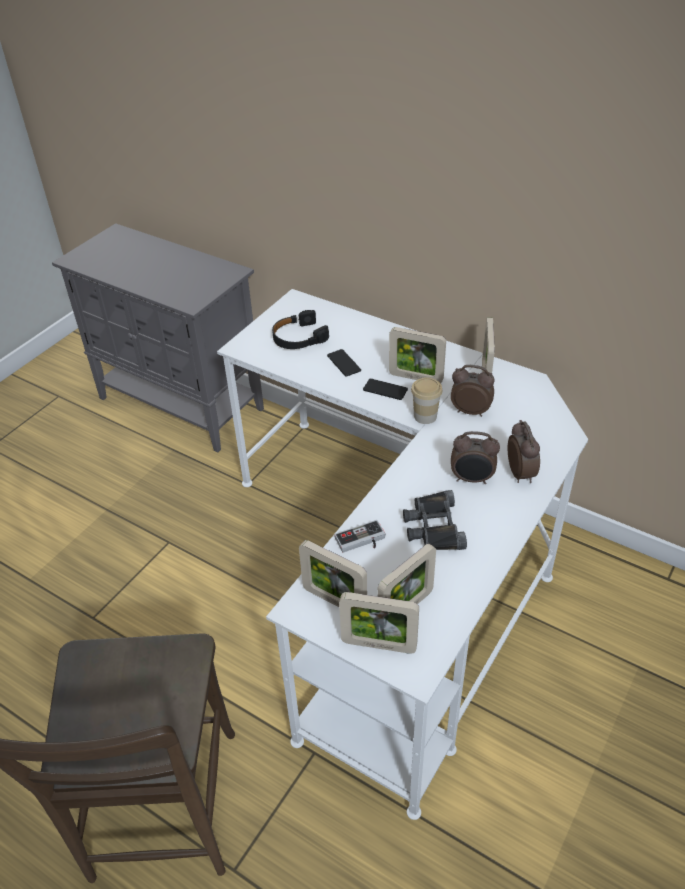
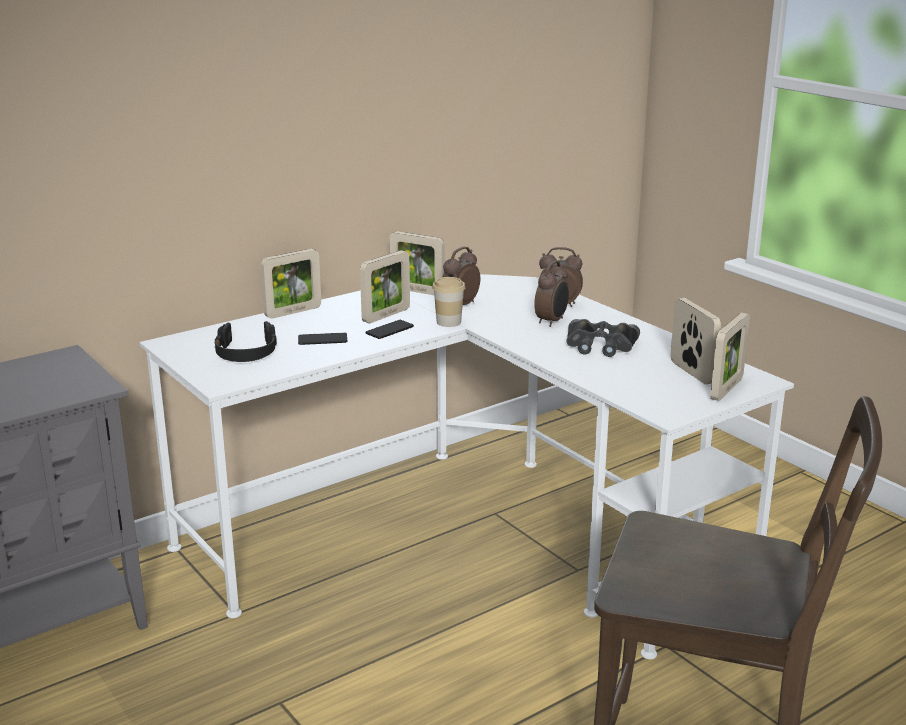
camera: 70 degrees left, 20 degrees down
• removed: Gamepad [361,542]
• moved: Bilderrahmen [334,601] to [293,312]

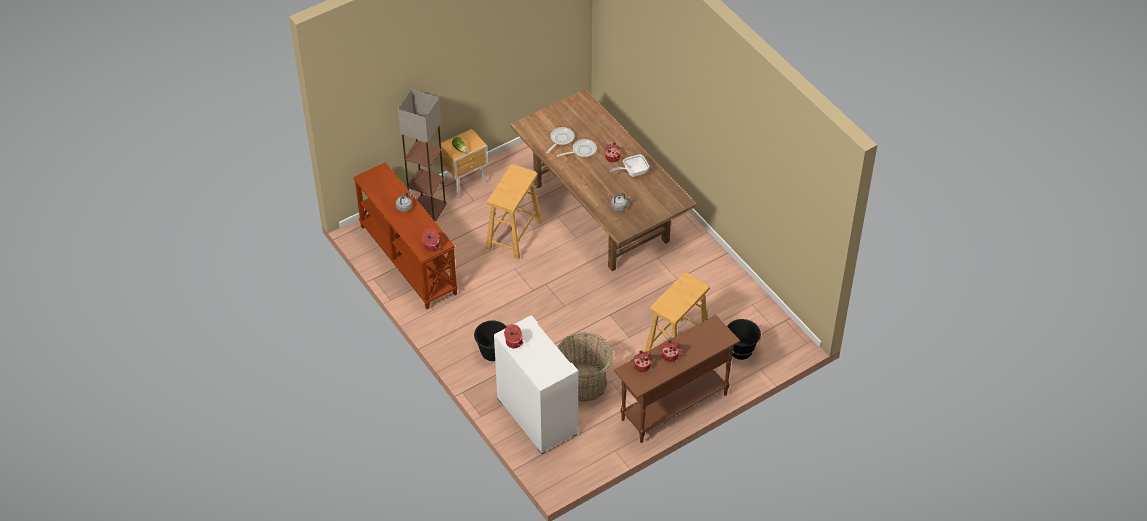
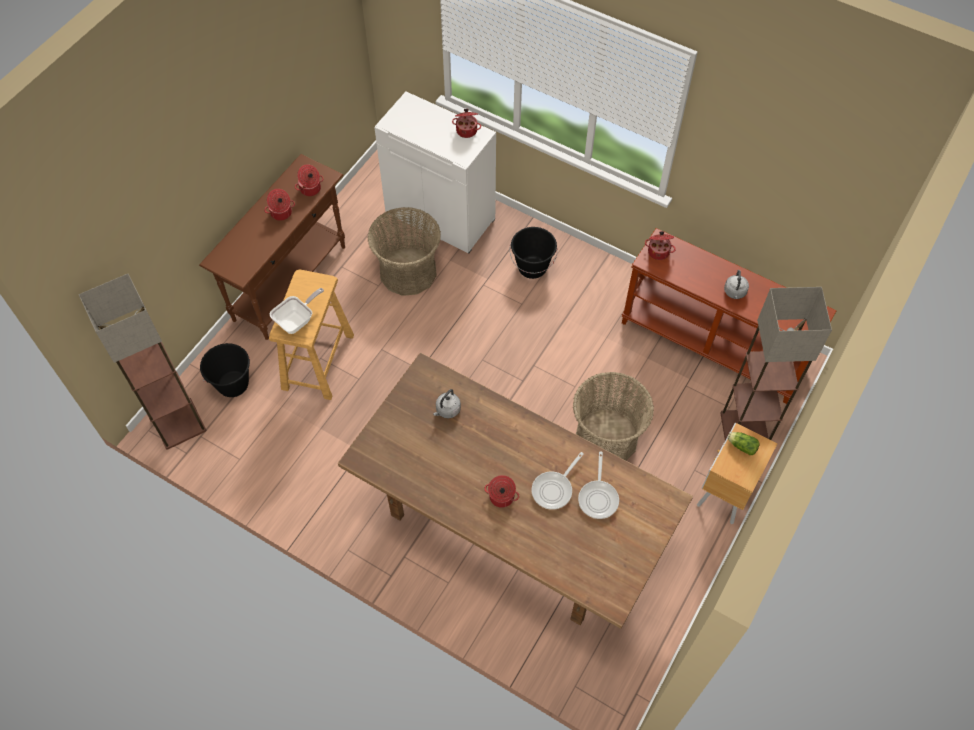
camera: 155 degrees right, 10 degrees up
• added: Stehlampe [178,425]
• moved: Pfanne [632,172] to [297,320]
• replaced: Hocker (beige) [514,234] to Korb [606,437]

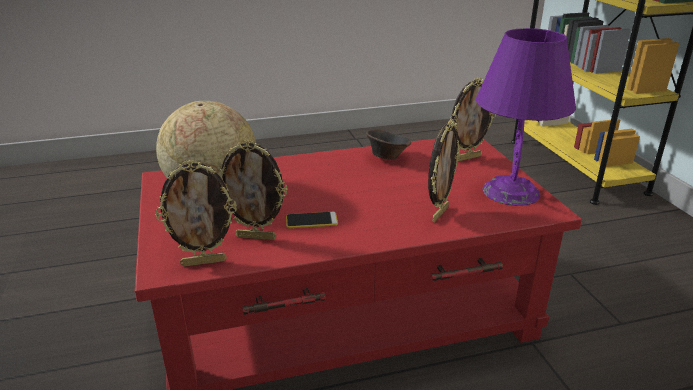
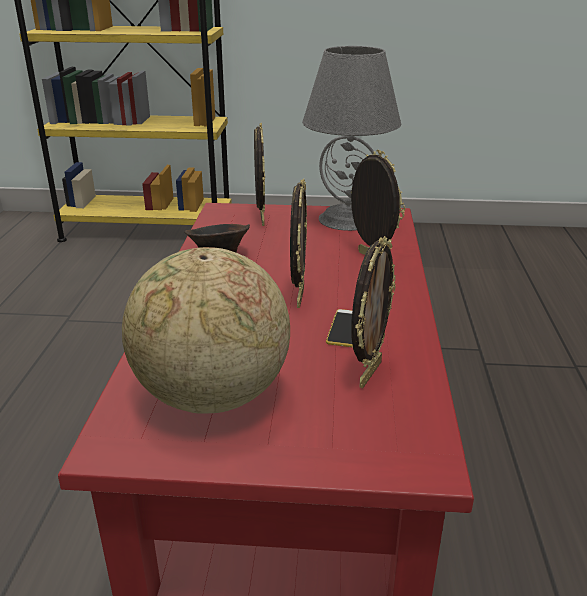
camera: 70 degrees left, 0 degrees up
• moved: Bilderrahmen [204,262] to [298,297]
• recoloured: Tischlampe (lila) [510,191] to Tischlampe (grau) [346,219]

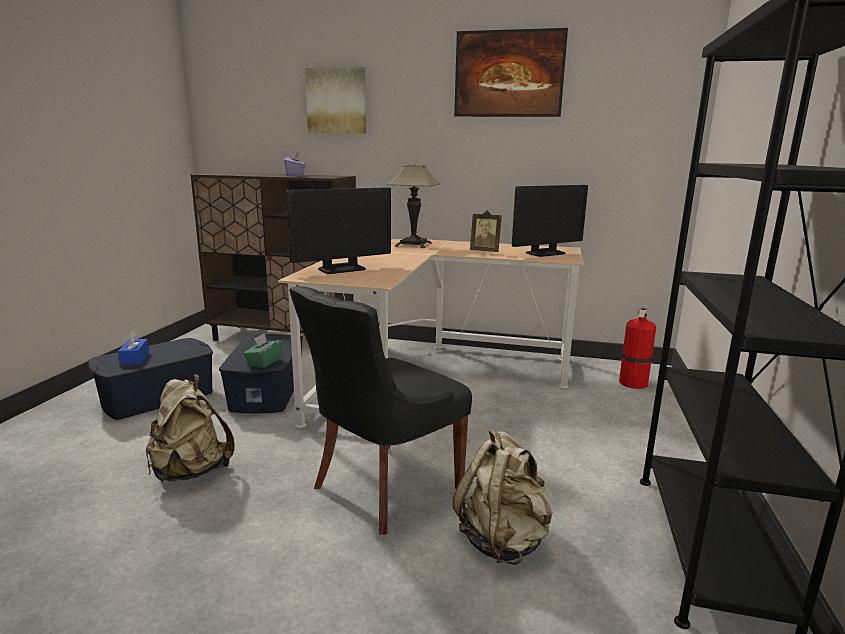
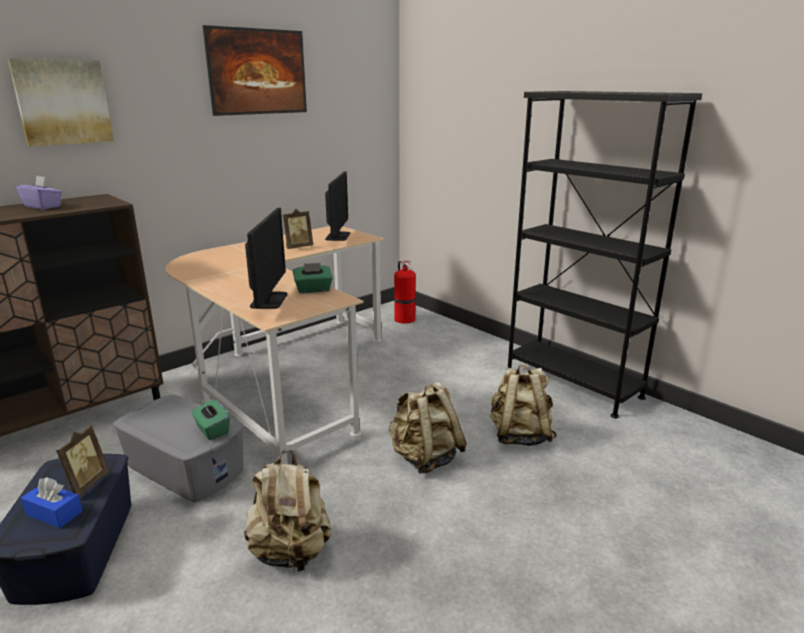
camera: 55 degrees left, 5 degrees up
• removed: Tischlampe [413,245]
• added: Bilderrahmen [85,484]
• added: Taschentuchbox (grün) [313,290]
• replaced: Stuhl (schwarz) [383,488] to Rucksack (beige) [425,458]
• recoloured: Aufbewahrungsbox (blau) [268,391] to Aufbewahrungsbox (grau) [185,467]

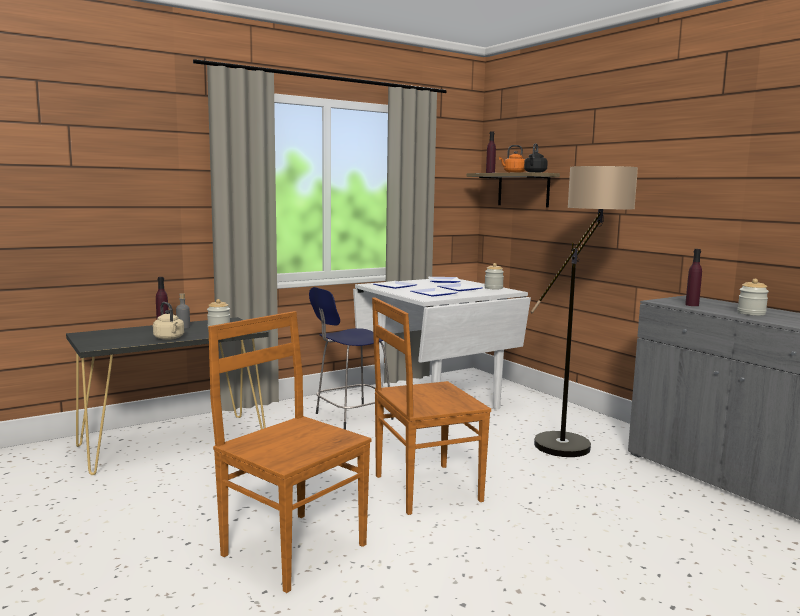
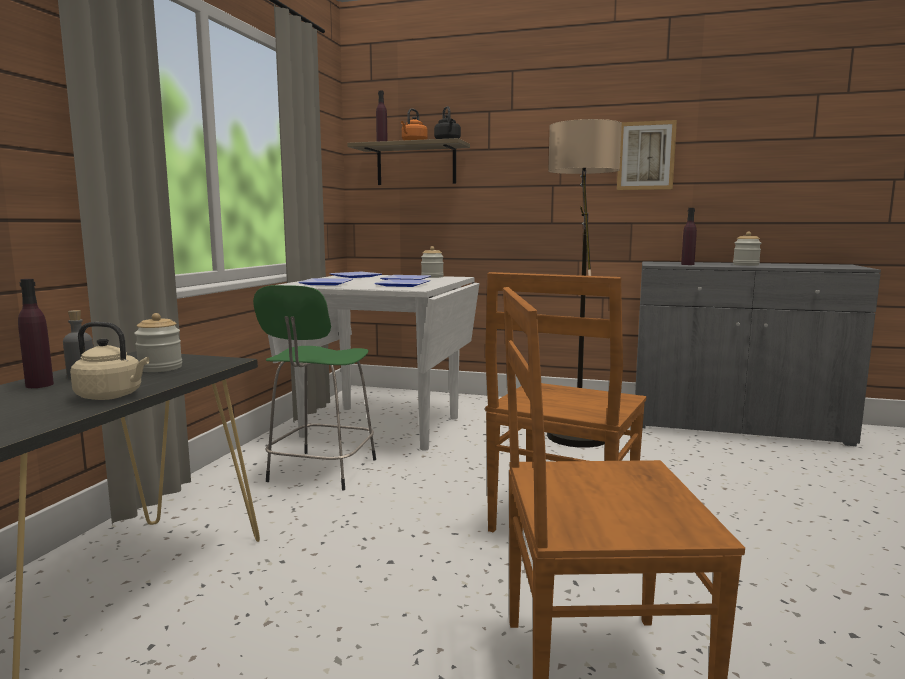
camera: 40 degrees left, 0 degrees up
• added: Bild [646,156]
• recoloured: Hocker (blau) [351,417] to Hocker (grün) [321,472]

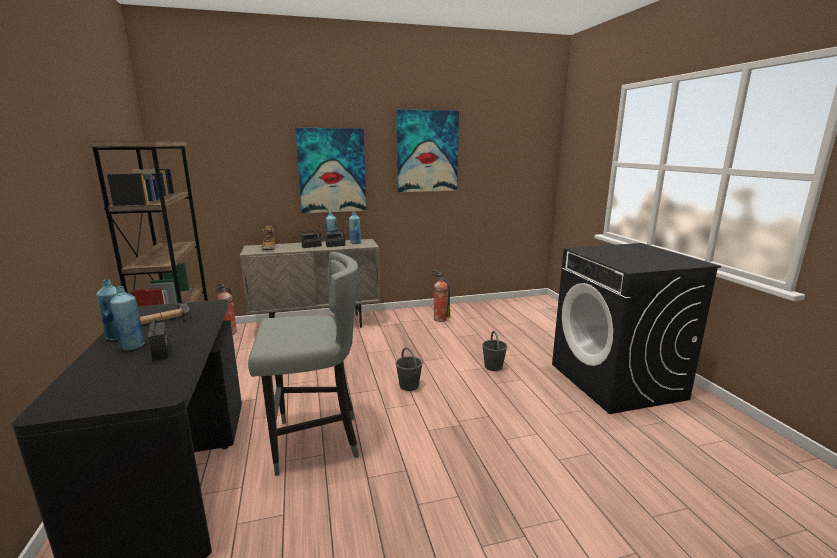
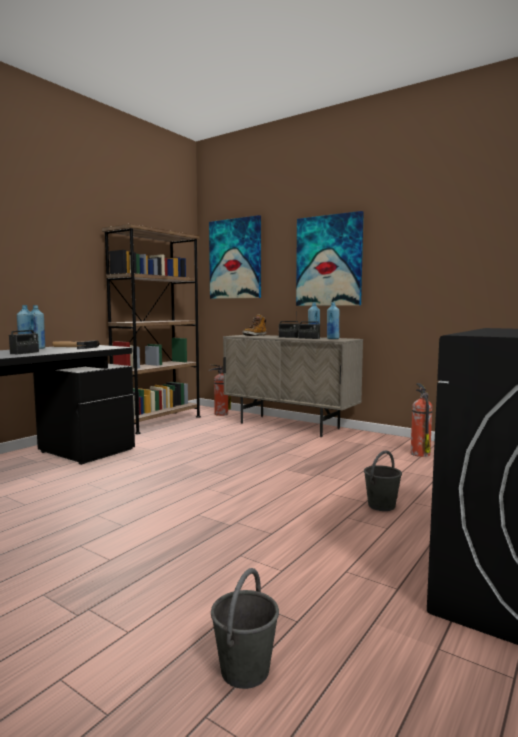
camera: 50 degrees right, 10 degrees down
• removed: Hocker (grau) [315,442]
• moved: Bild [427,151] to [235,259]
• moved: Eimer (grau) [409,386] to [244,671]

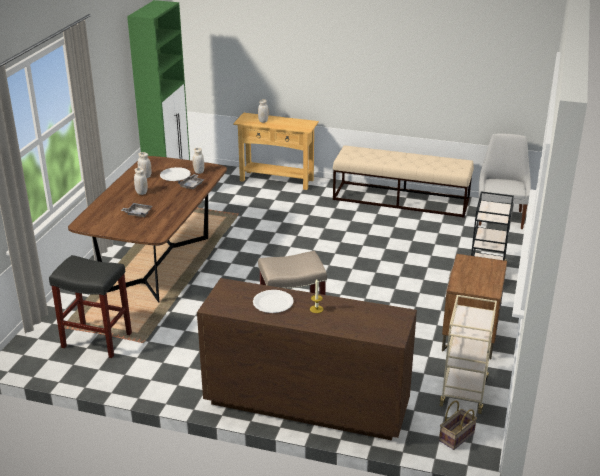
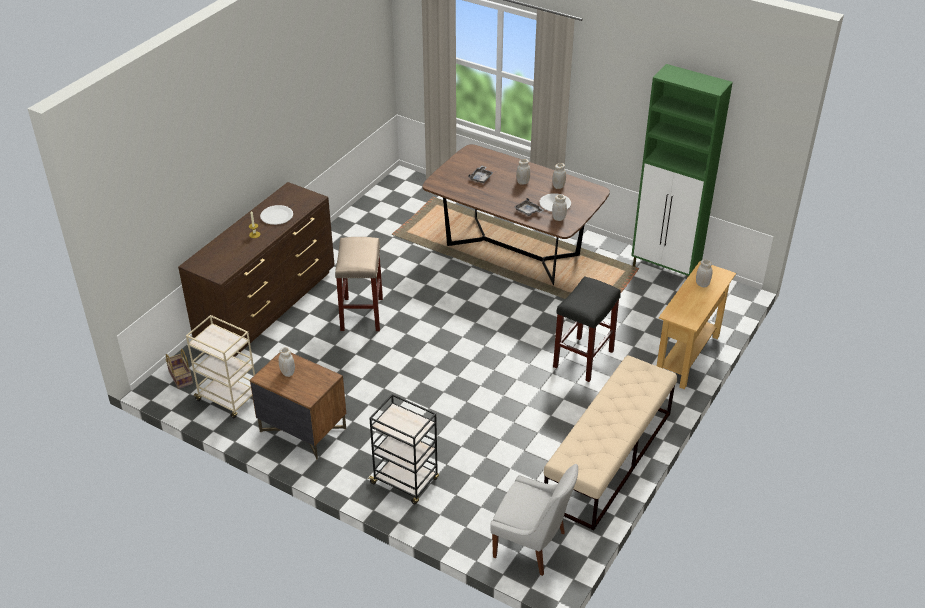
camera: 105 degrees right, 10 degrees up
• added: Vorratsglas (weiß) [287,373]
• moved: Hocker (schwarz) [96,340] to [583,358]

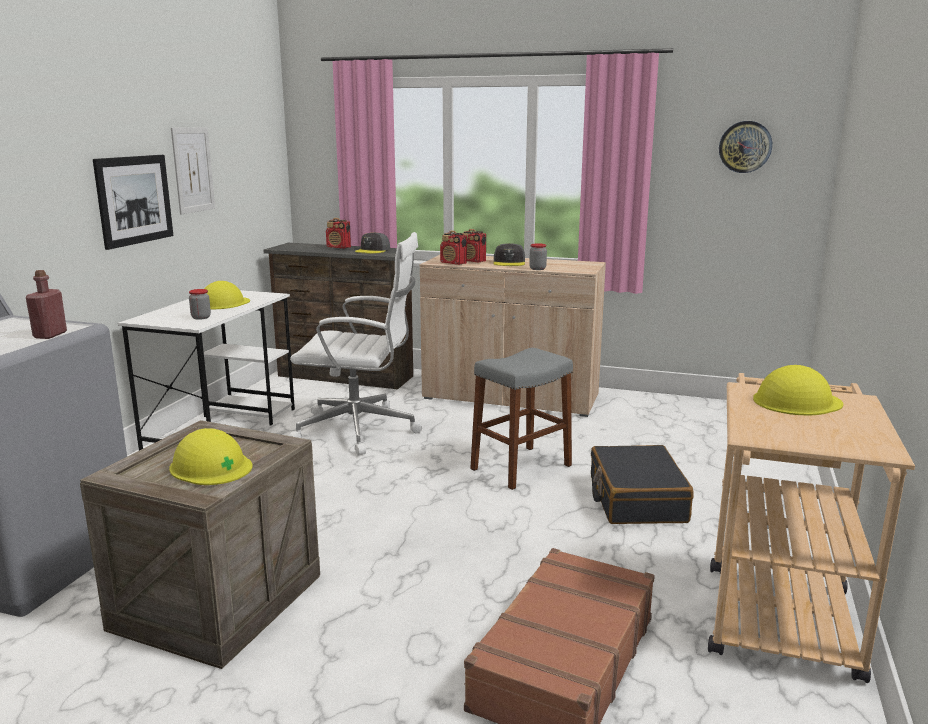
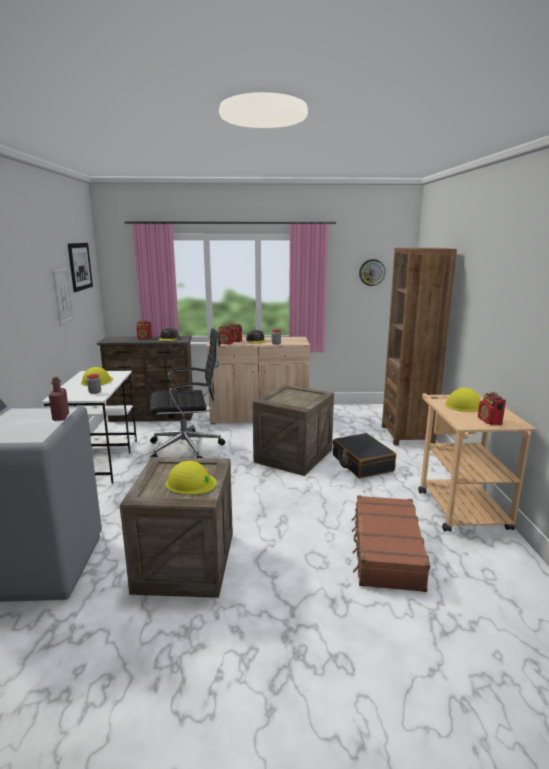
camera: 20 degrees left, 0 degrees up
• added: Bücherregal (braun) [407,435]
• added: Radio [489,421]
• moved: Bild [134,200] to [80,266]
• replaced: Hocker (grau) [521,467] to Kiste [293,455]
• recoloured: Bürostuhl (weiß) [360,430] to Bürostuhl (schwarz) [188,448]

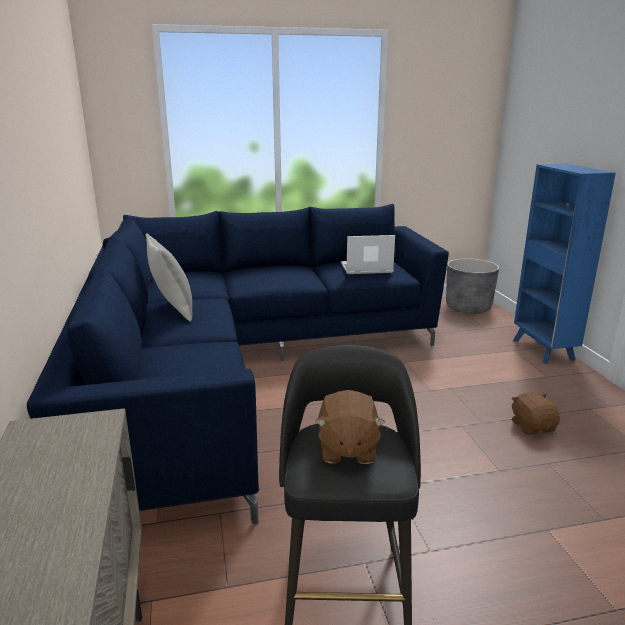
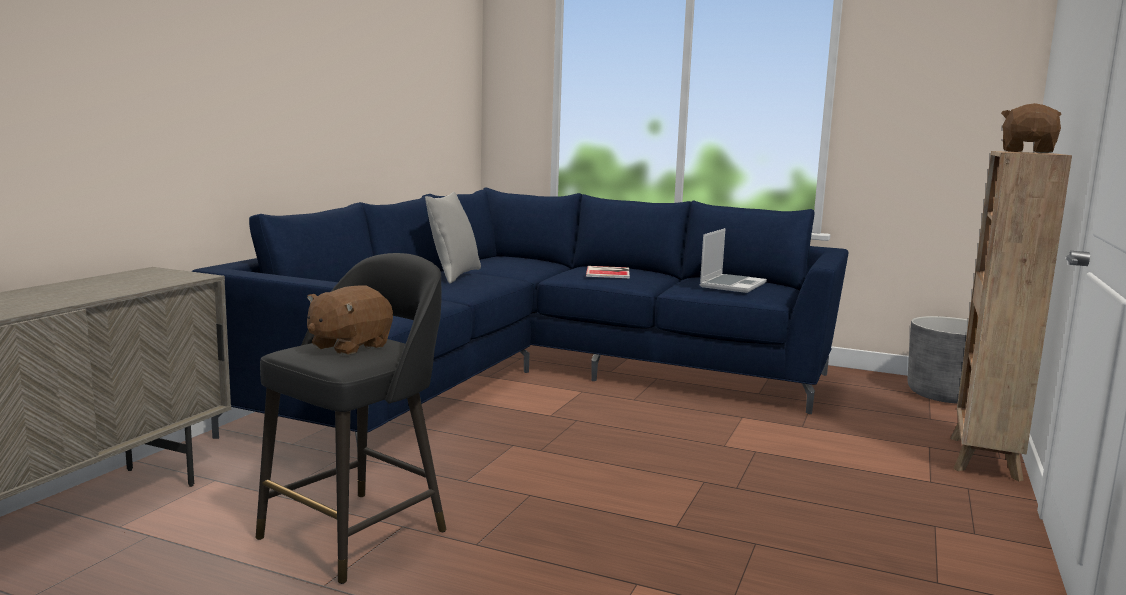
camera: 35 degrees right, 10 degrees down
• added: Buch [609,272]
• moved: Plüschtier (braun) [532,426] to [1028,152]
• recoloured: Bücherregal (blau) [543,350] to Bücherregal (braun) [984,459]
• turned: Laptop [365,269] = [732,285] 90 degrees clockwise

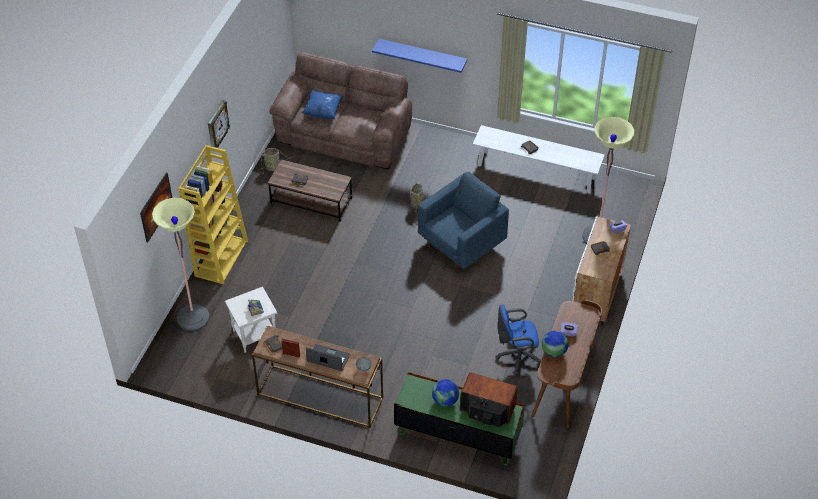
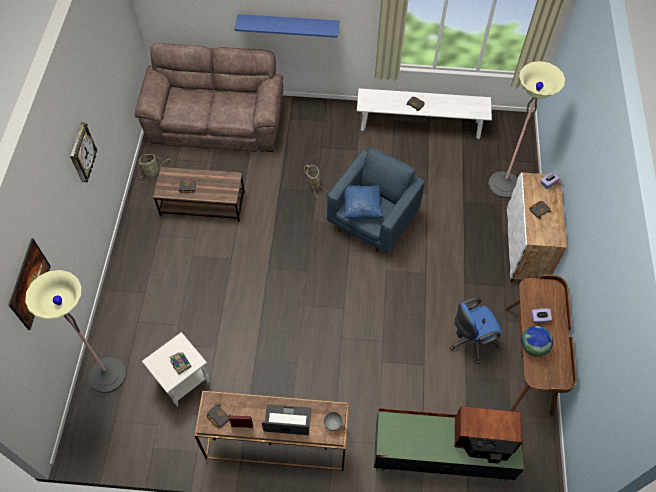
camera: 15 degrees left, 10 degrees up
• removed: Bücherregal (gelb) [221,258]
• removed: Globus [445,400]
• moved: Kissen (blau) [323,111] to [361,207]

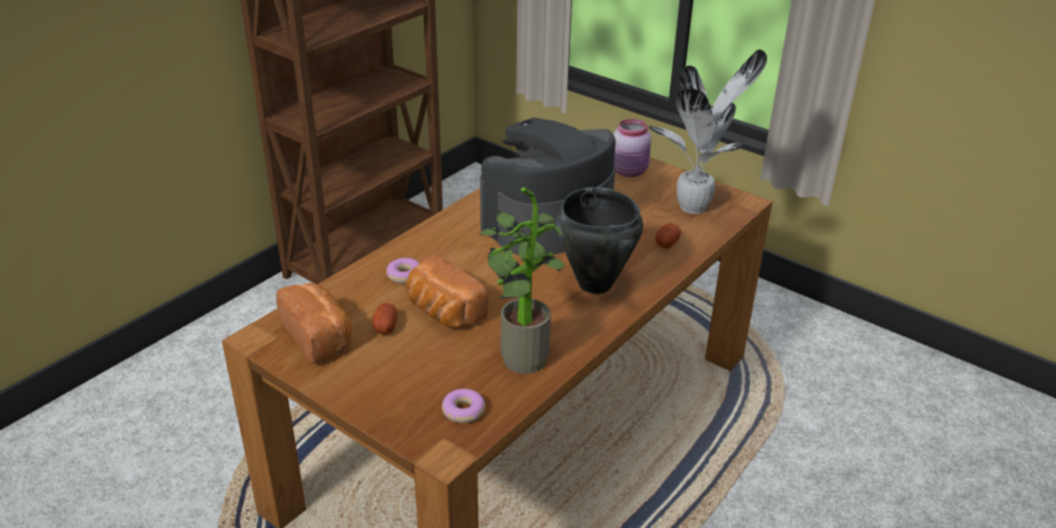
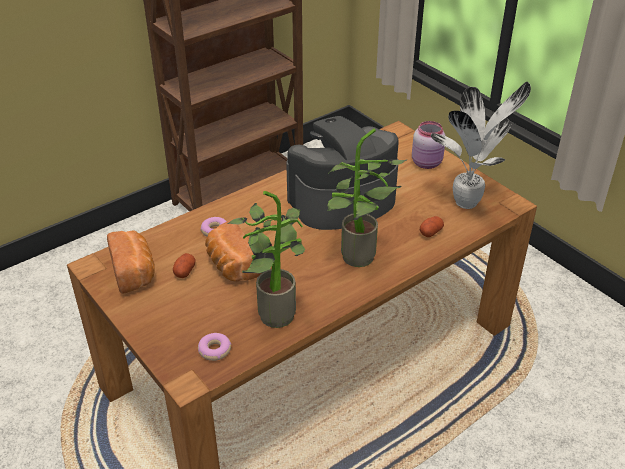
camera: 15 degrees right, 5 degrees up
• replaced: Kochtopf (schwarz) [594,284] to Topfpflanze [357,260]

